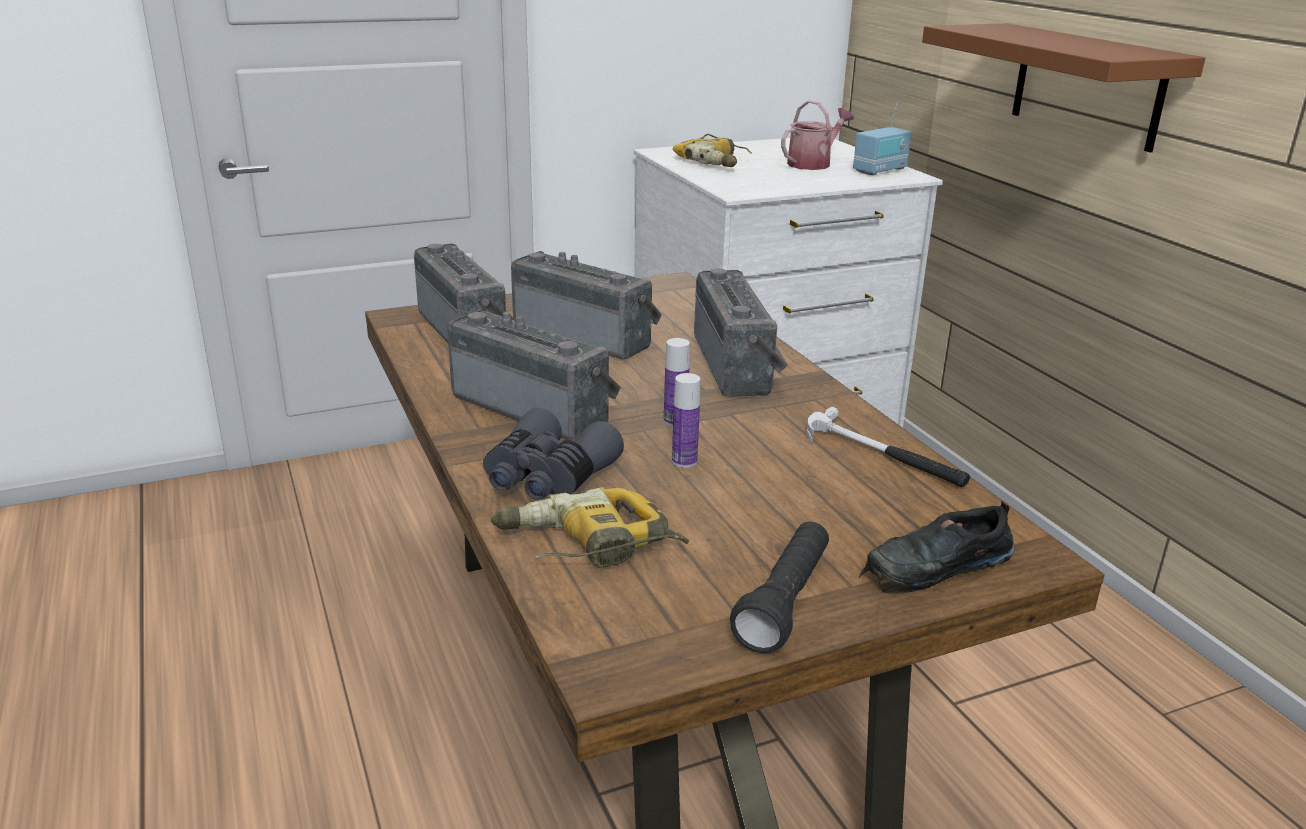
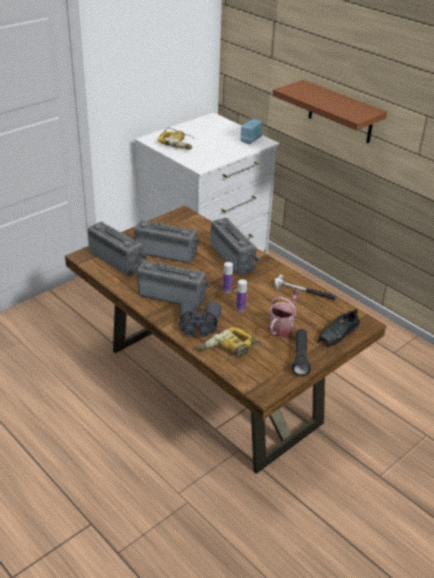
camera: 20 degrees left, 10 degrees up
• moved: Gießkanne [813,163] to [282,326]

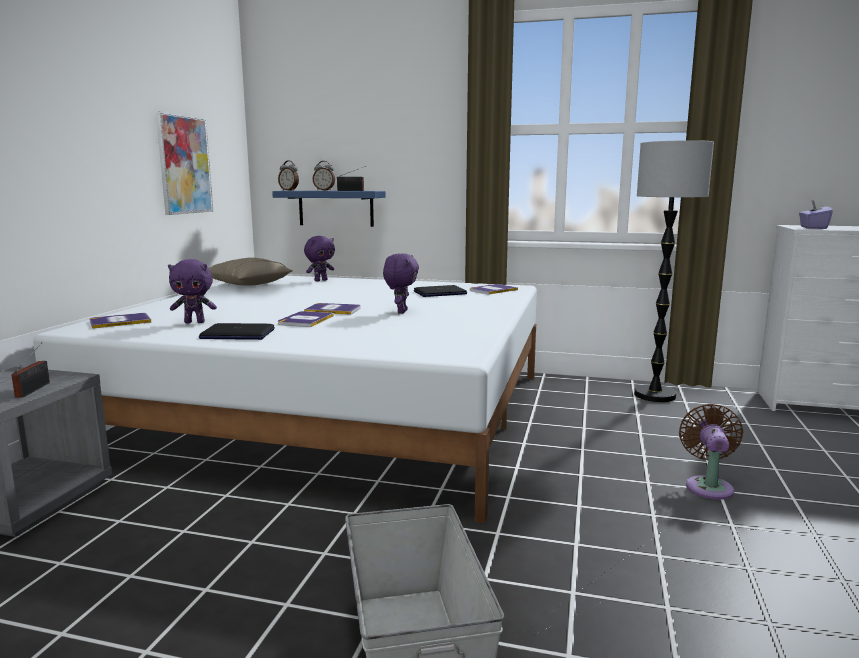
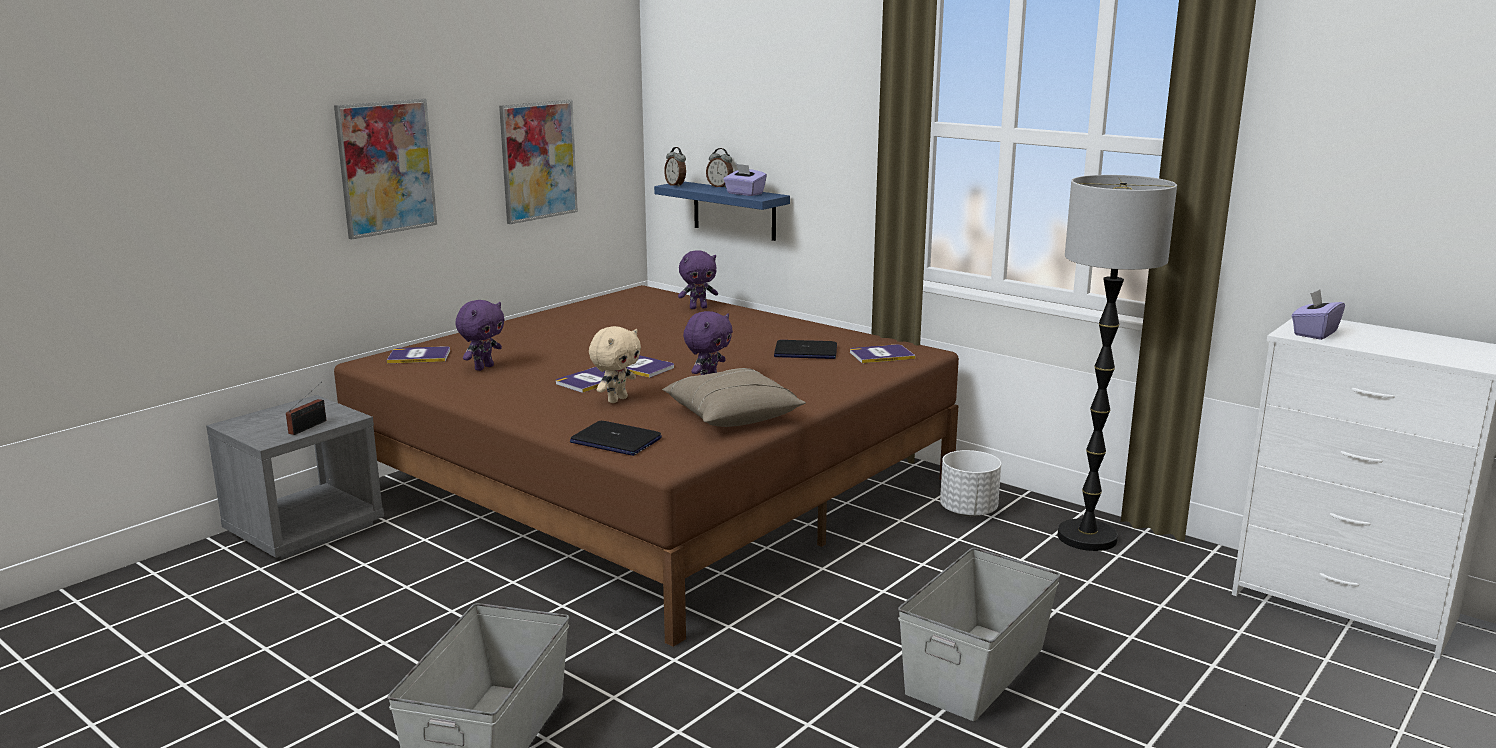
camera: 25 degrees right, 5 degrees up
• added: Bild [386,167]
• added: Plüschtier (beige) [616,399]
• added: Pflanzkübel (weiß) [969,511]
• moved: Laptop [237,334] to [615,441]
• moved: Kissen (beige) [248,283] to [732,416]
• replaced: Radio [352,190] to Taschentuchbox (lila) [744,193]
• replaced: Ventilator (braun) [708,486] to Aufbewahrungsbox (grau) [974,670]
• recoloured: Bett (weiß) [335,411] to Bett (braun) [655,484]
• turned: Plüschtier (lila) [195,322] = [483,367] 75 degrees counterclockwise

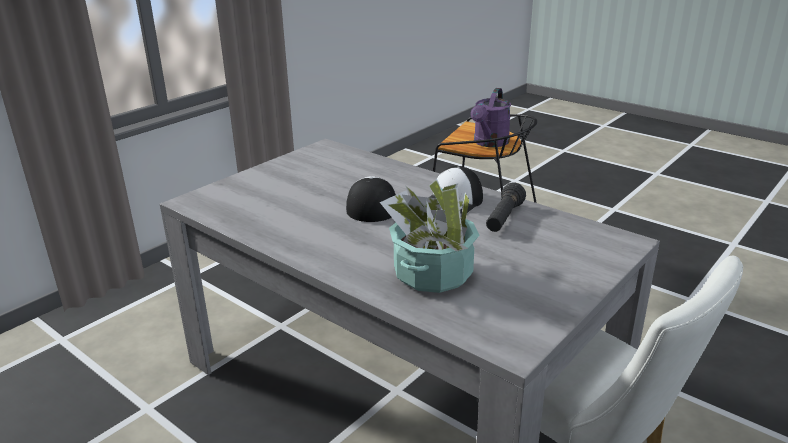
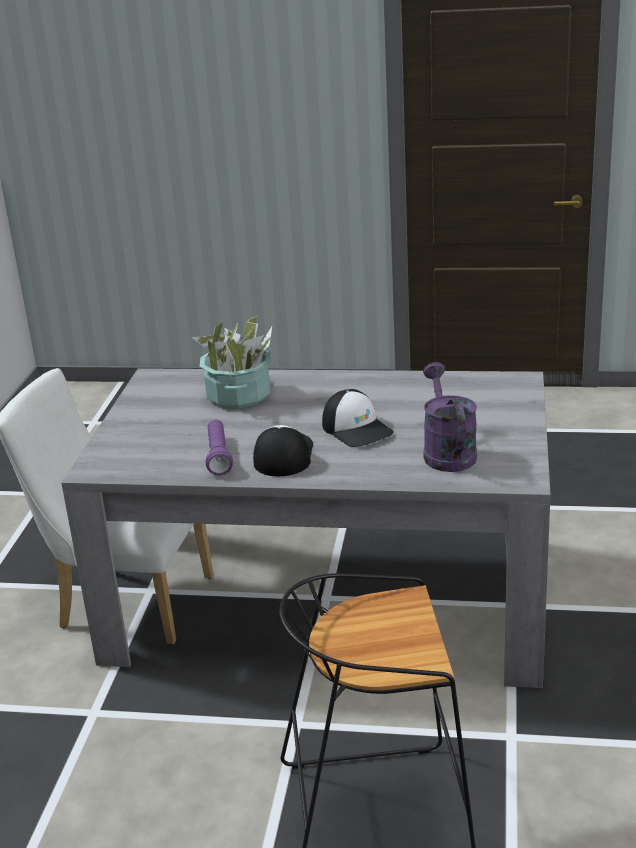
camera: 150 degrees right, 0 degrees up
• moved: Gießkanne (lila) [489,143] to [446,452]
• recoloured: Taschenlampe (schwarz) [504,219] to Taschenlampe (lila) [218,456]

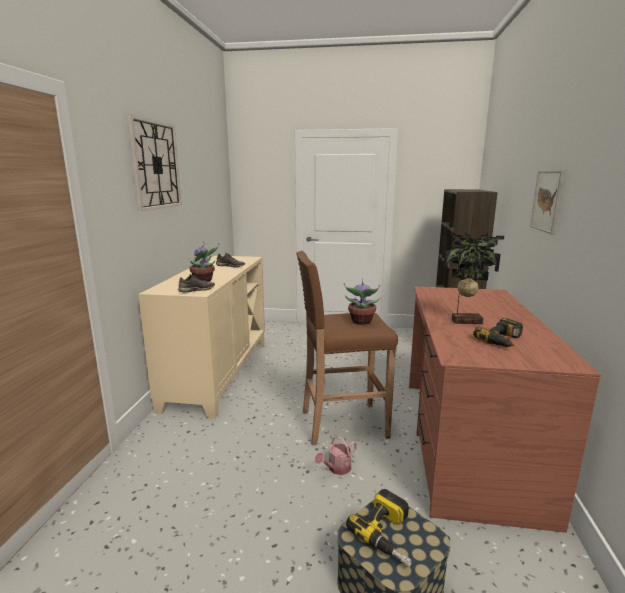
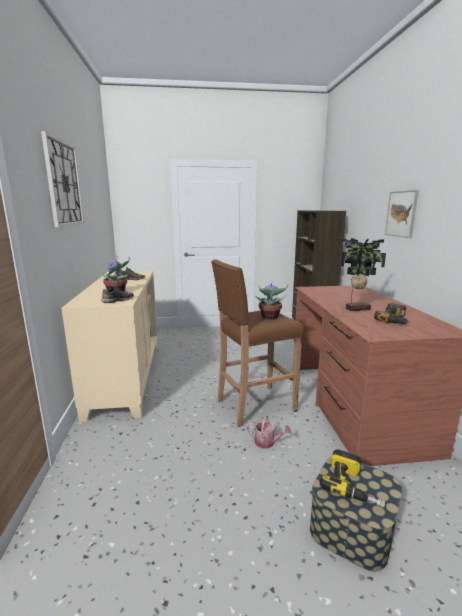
camera: 15 degrees left, 0 degrees up
• turned: Gießkanne [337,468] = [267,442] 105 degrees counterclockwise

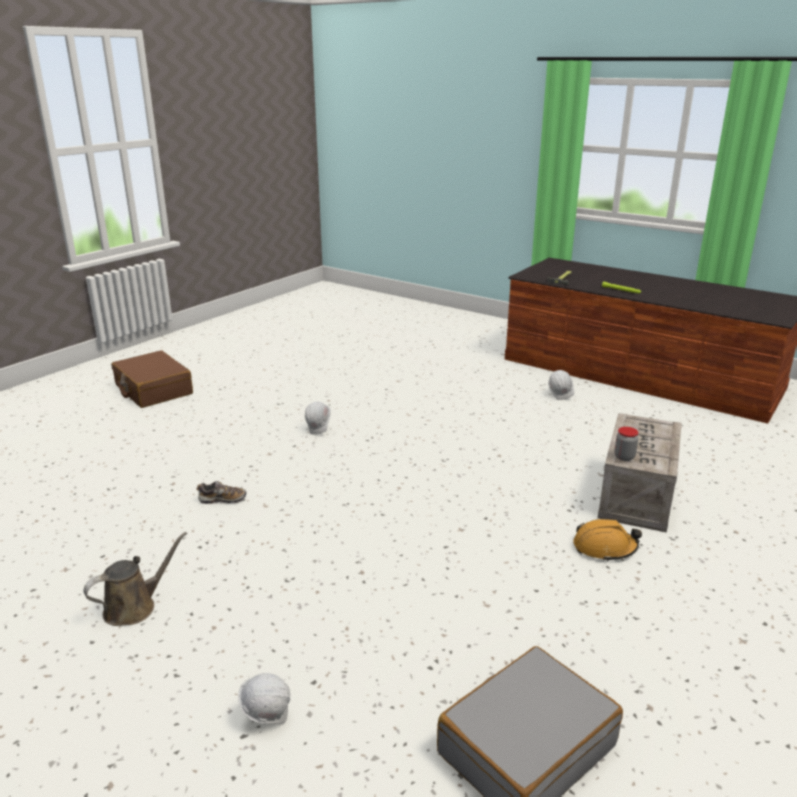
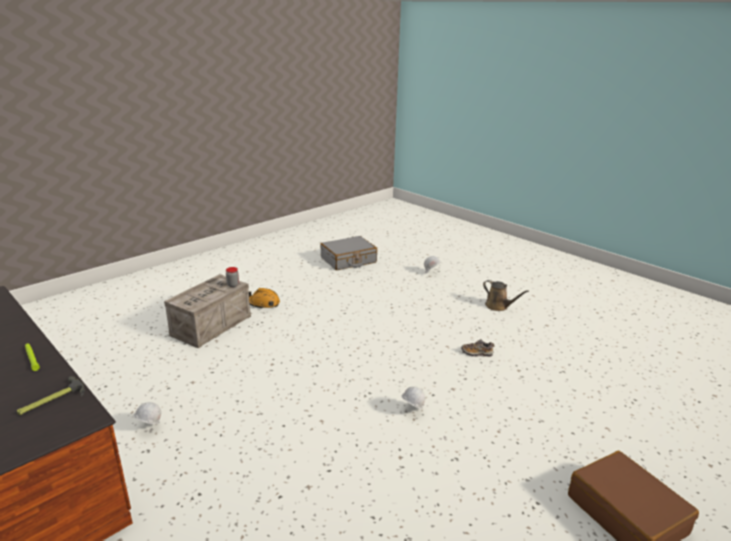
camera: 170 degrees left, 0 degrees up
• turned: Gießkanne (braun) [134,607] = [498,306] 105 degrees counterclockwise

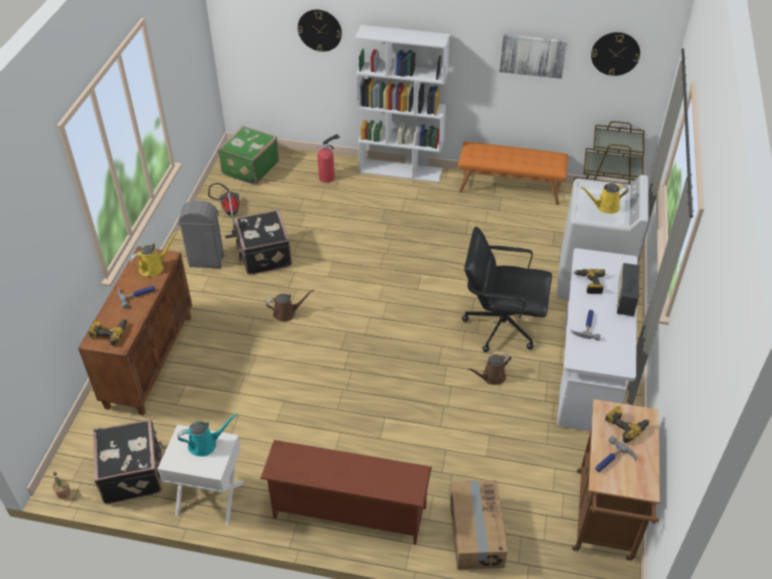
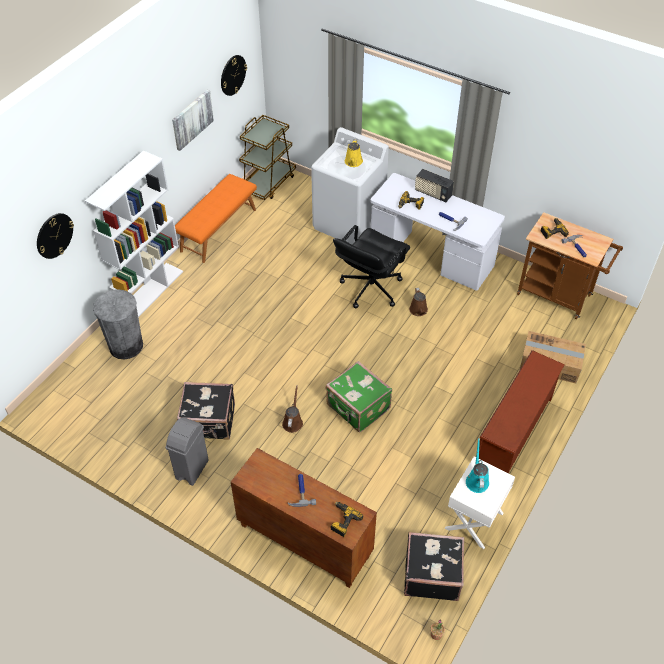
camera: 70 degrees left, 5 degrees up
• removed: Gießkanne (gelb) [154,267]
• removed: Staubsauger [229,215]
• moved: Koffer (grün) [249,168] to [357,408]
• replaced: Feuerlöscher [328,177] to Mülleimer (grau) [126,346]

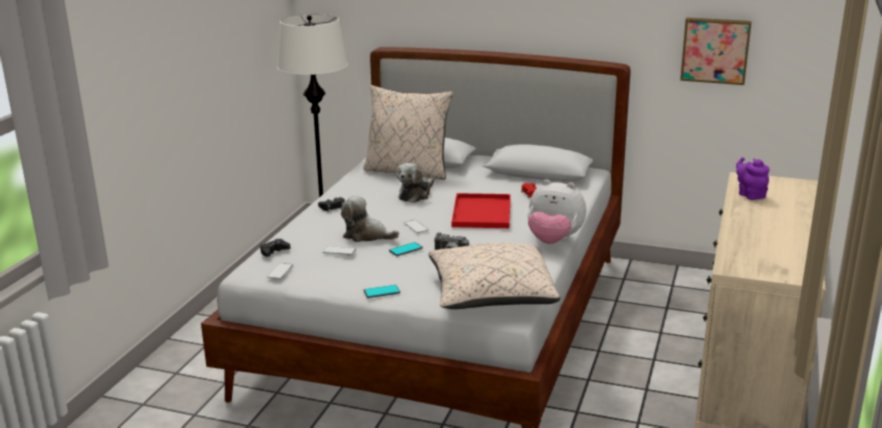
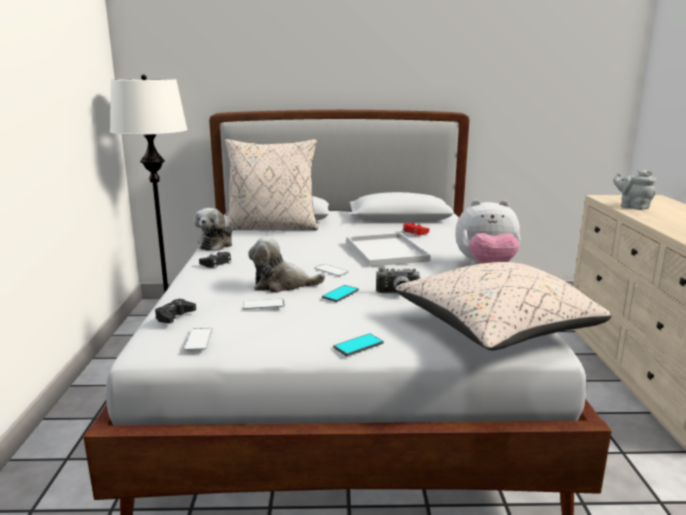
camera: 20 degrees left, 5 degrees down
• removed: Bild [715,50]
• moved: Plüschtier [415,194] to [216,244]
• recoloured: Tablett (rot) [482,213] to Tablett (weiß) [387,251]
• recoloured: Teekanne (lila) [750,194] to Teekanne (grau) [632,207]

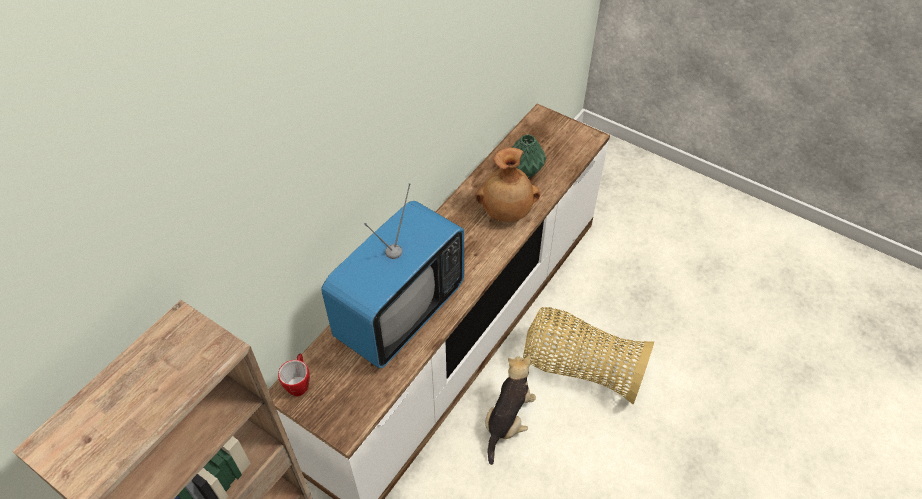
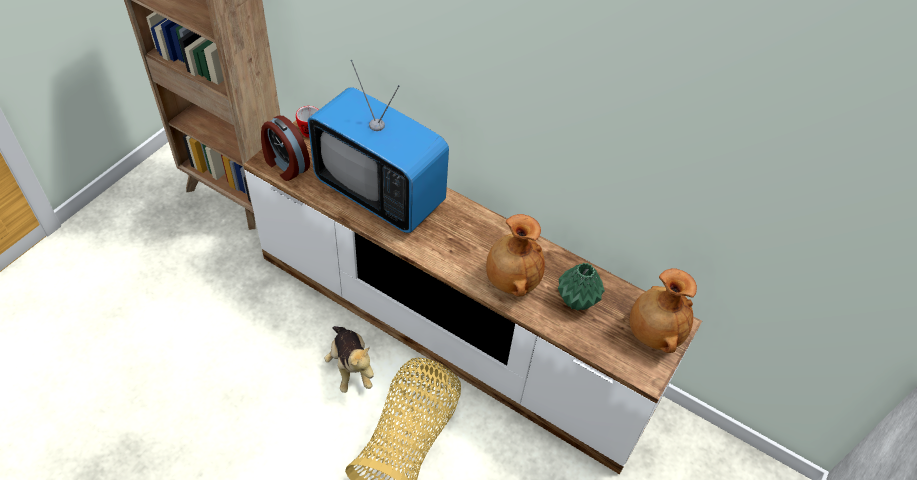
camera: 85 degrees right, 0 degrees up
• added: Wecker [285,165]
• added: Vase (braun) [653,333]
• turned: Plüschtier [507,420] = [350,367] 45 degrees clockwise

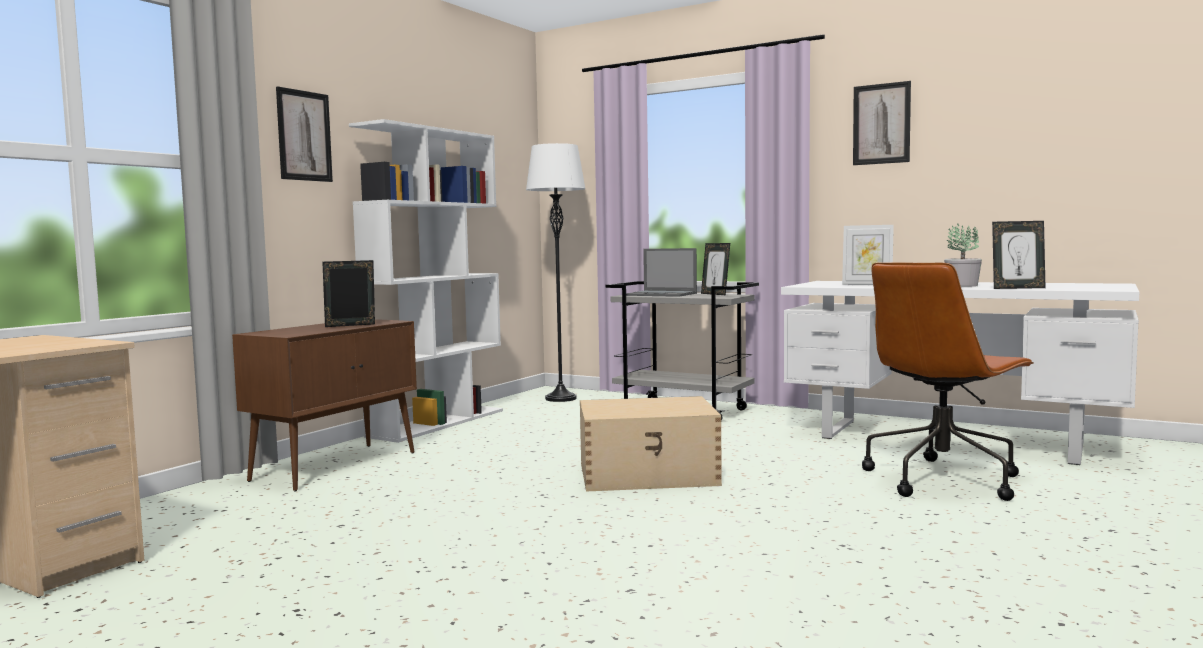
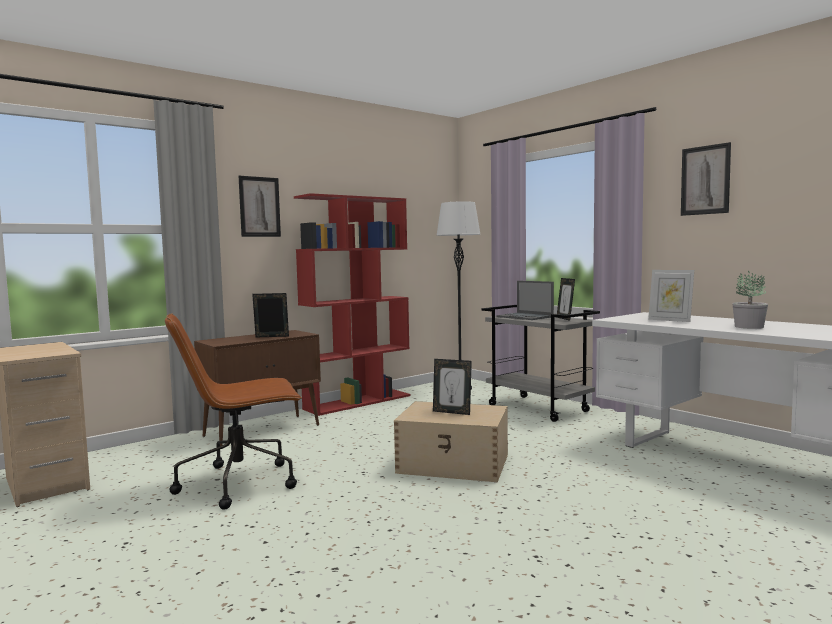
camera: 20 degrees right, 0 degrees up
• moved: Bürostuhl (braun) [942,479] to [240,483]
• moved: Bilderrahmen [1017,288] to [452,412]
• recoloured: Bücherregal (weiß) [437,423] to Bücherregal (rot) [358,402]

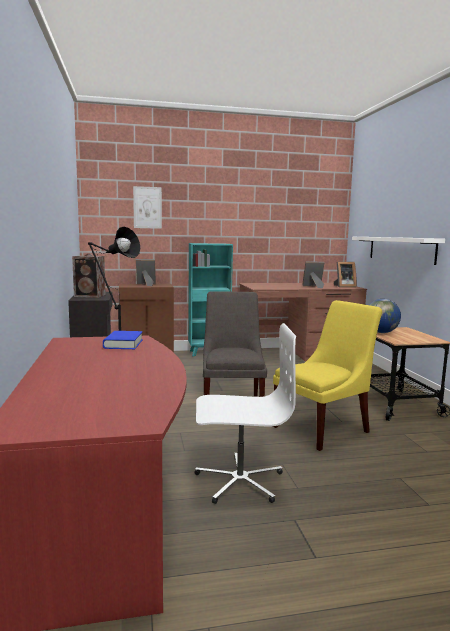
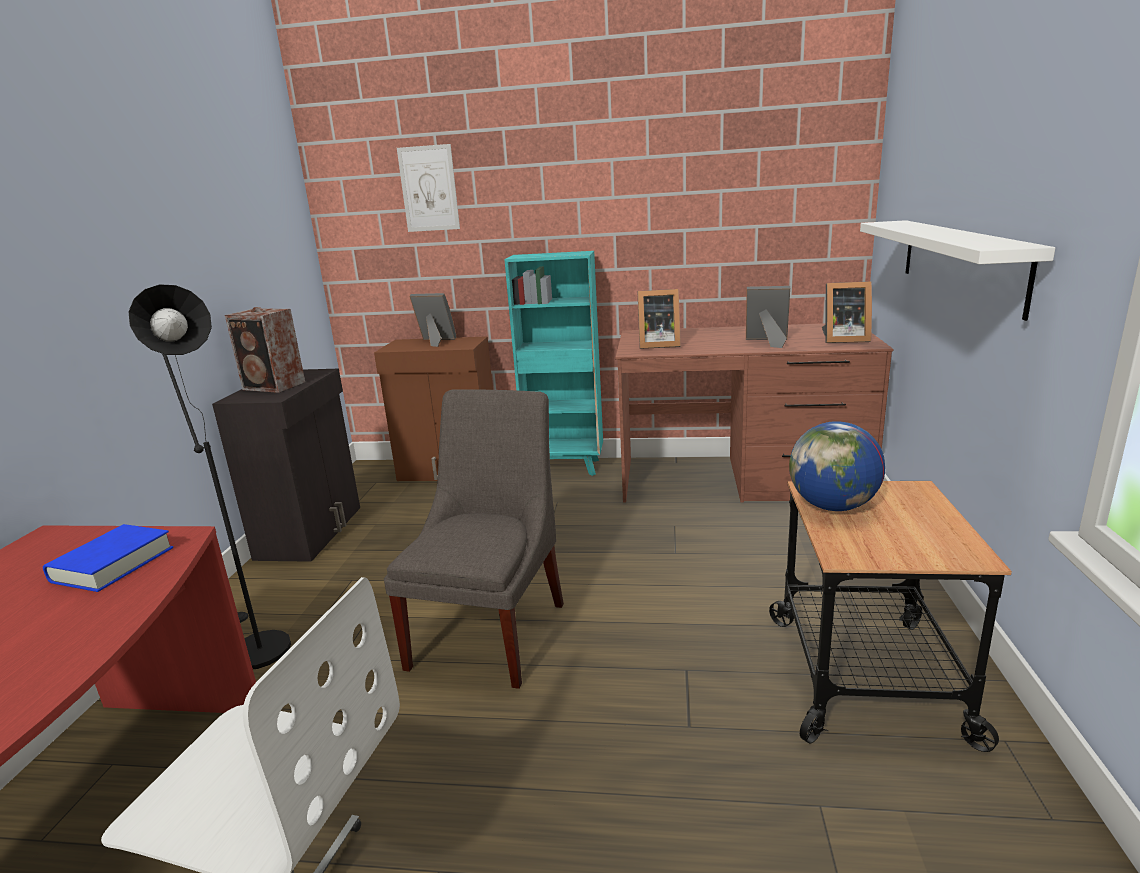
camera: 20 degrees right, 10 degrees up
• removed: Stuhl (gelb) [324,428]
• added: Bilderrahmen [657,345]

